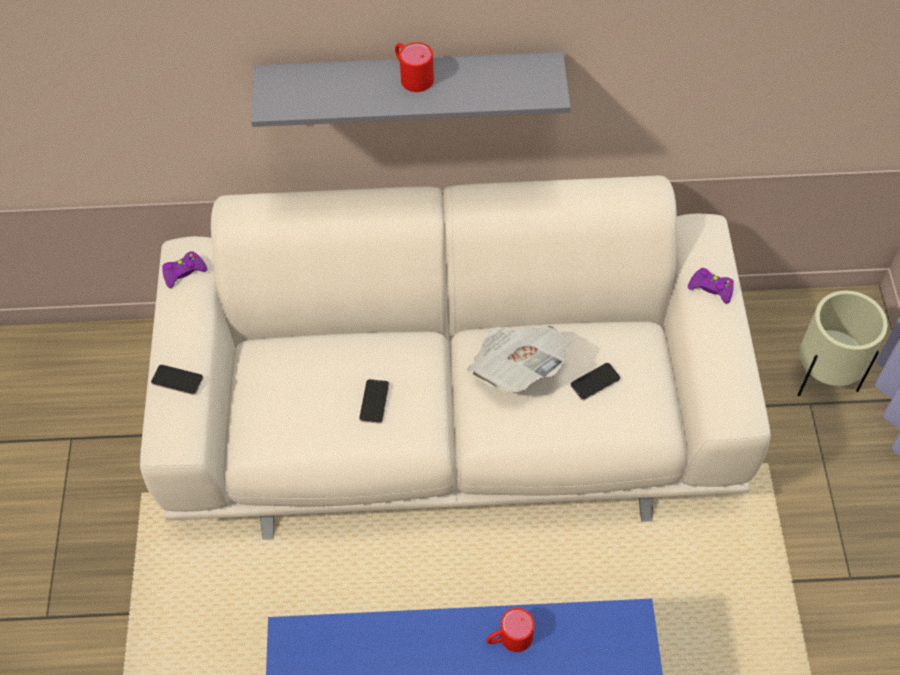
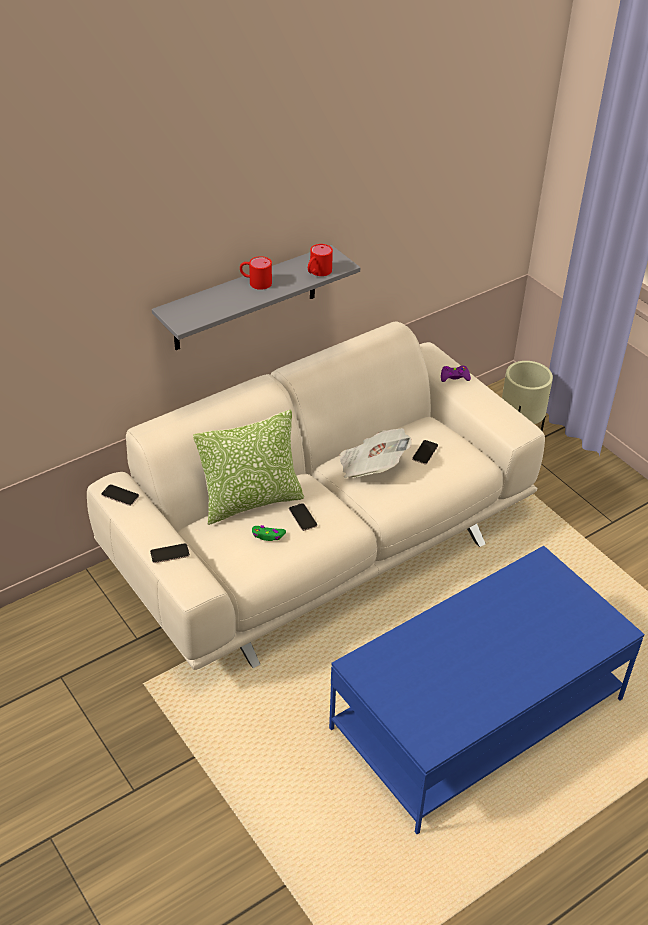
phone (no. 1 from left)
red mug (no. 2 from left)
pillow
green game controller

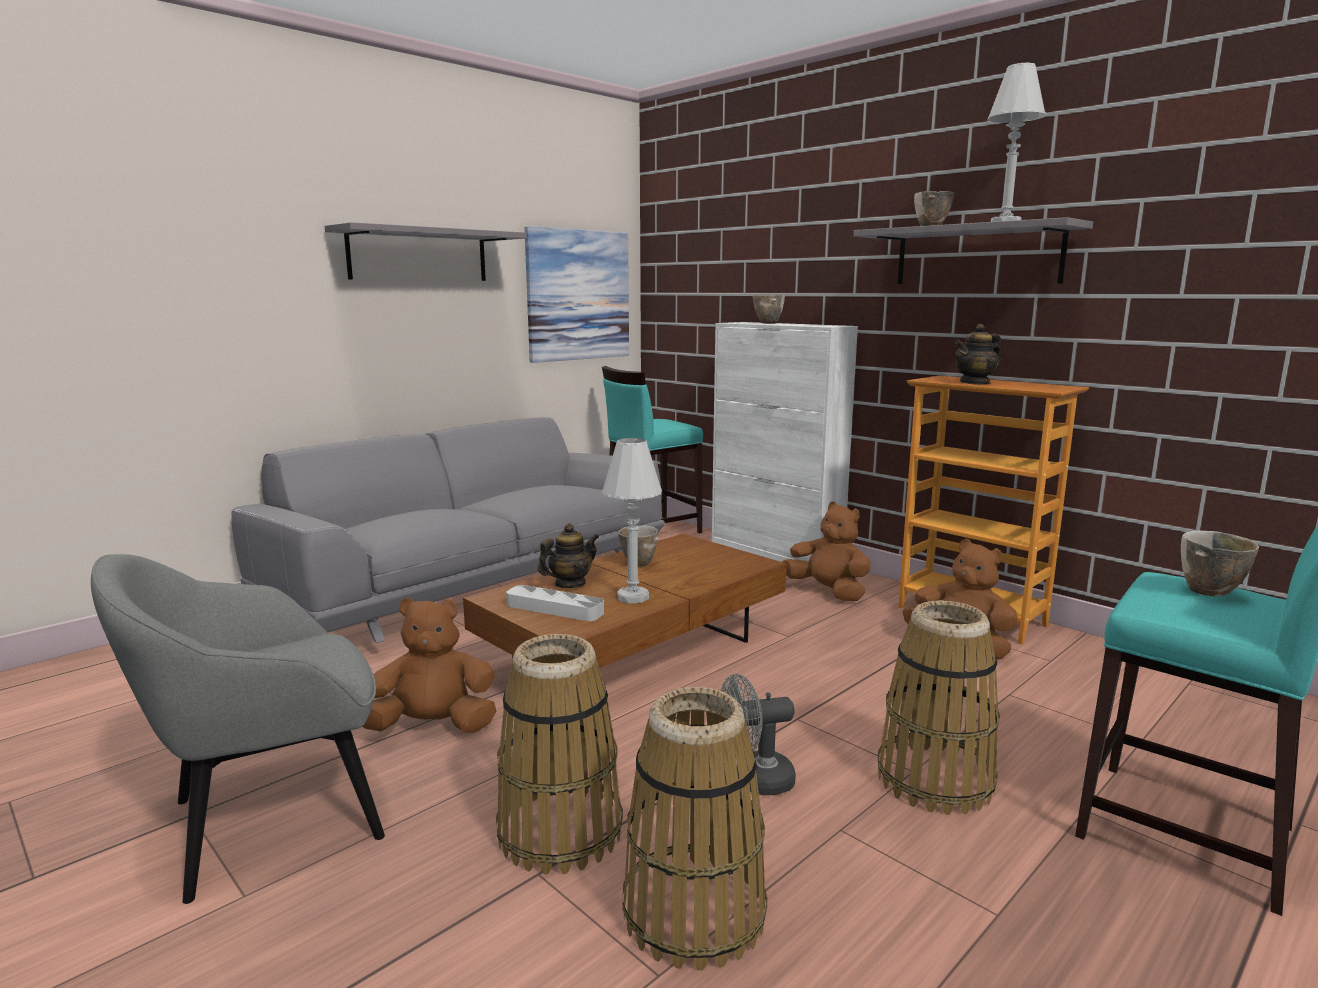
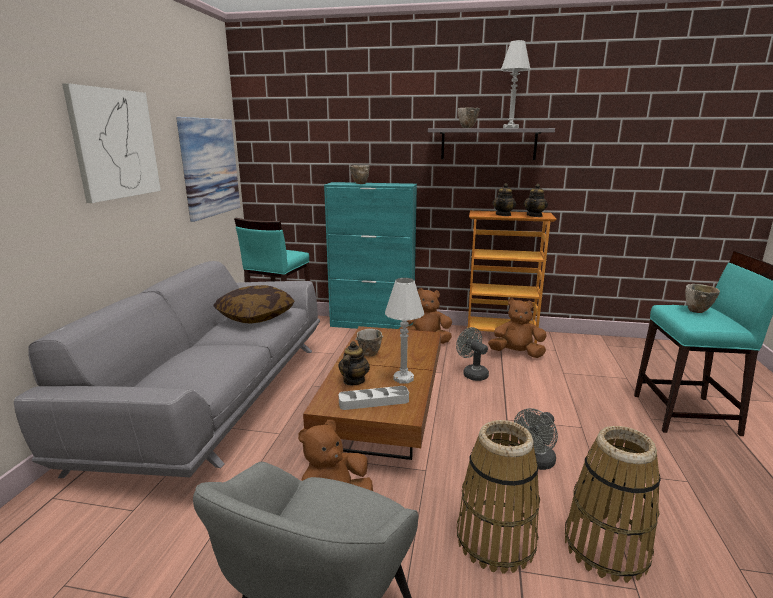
picture (no. 1 from left)
turquoise cabinet
basket (no. 3 from left in the first image)
pillow
grey fan (no. 1 from left)
teapot (no. 3 from left)

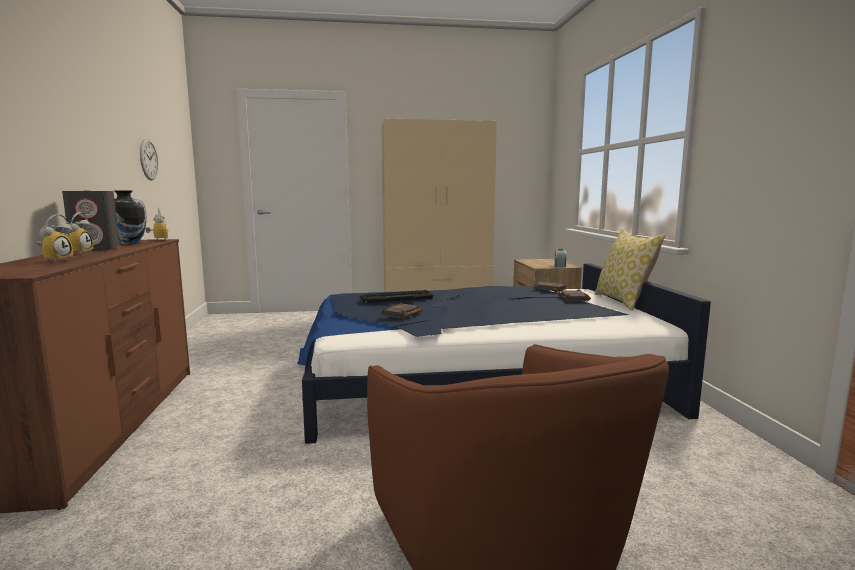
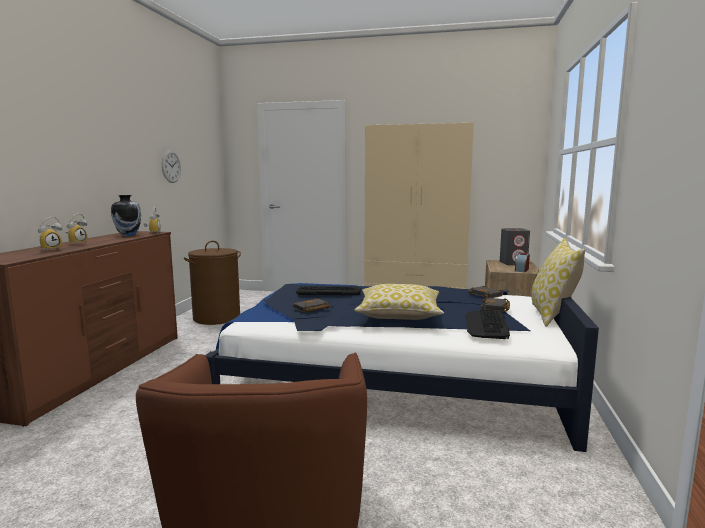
grey speaker
brown laundry basket
pillow (no. 1 from left)
keyboard (no. 2 from left)

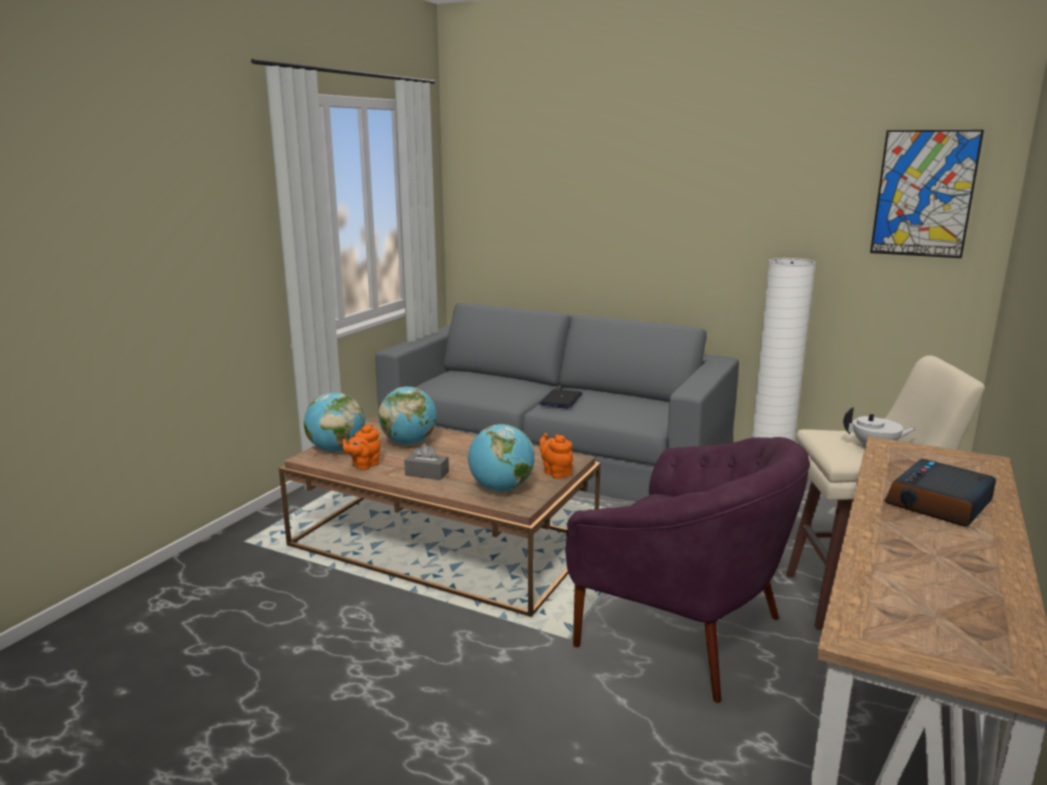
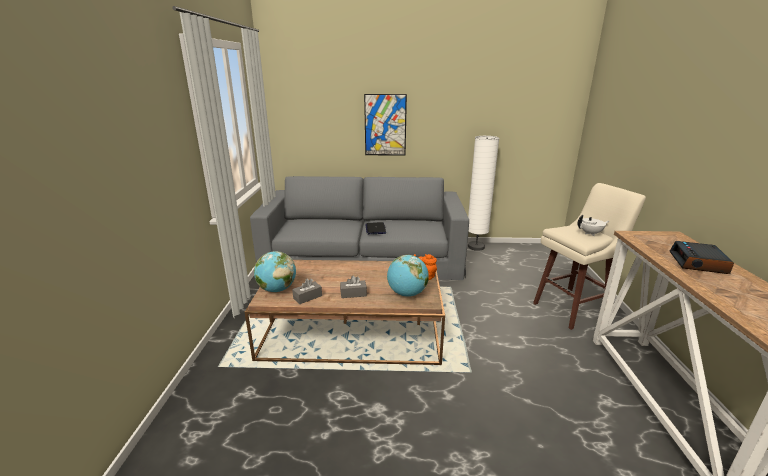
grey tissue box (no. 1 from left)
globe (no. 2 from left in the first image)
purple armchair
picture

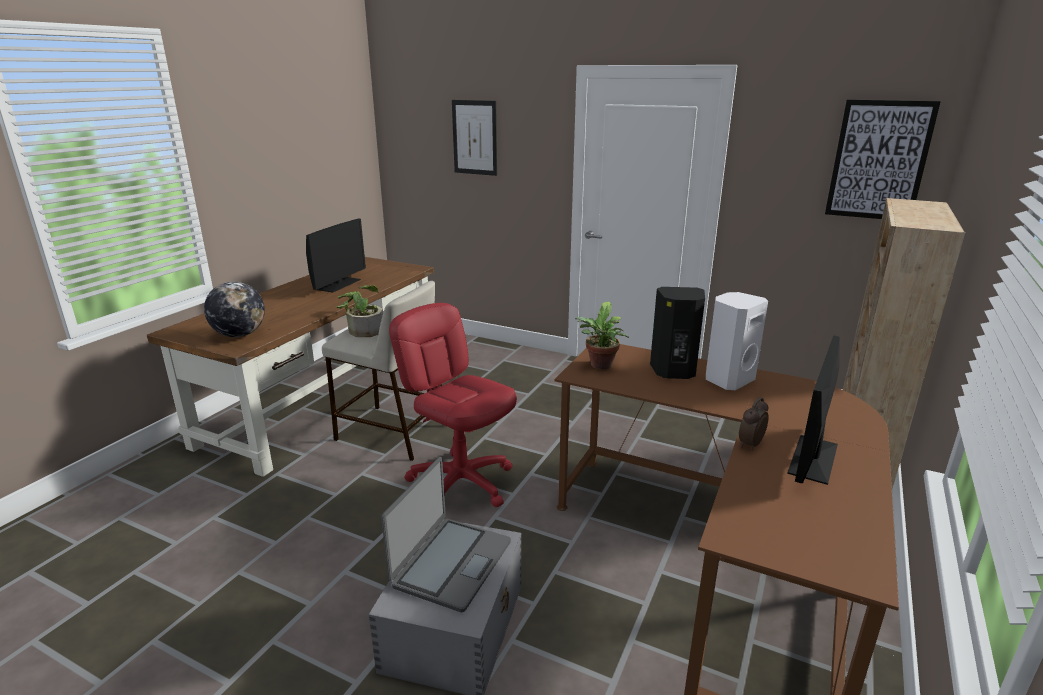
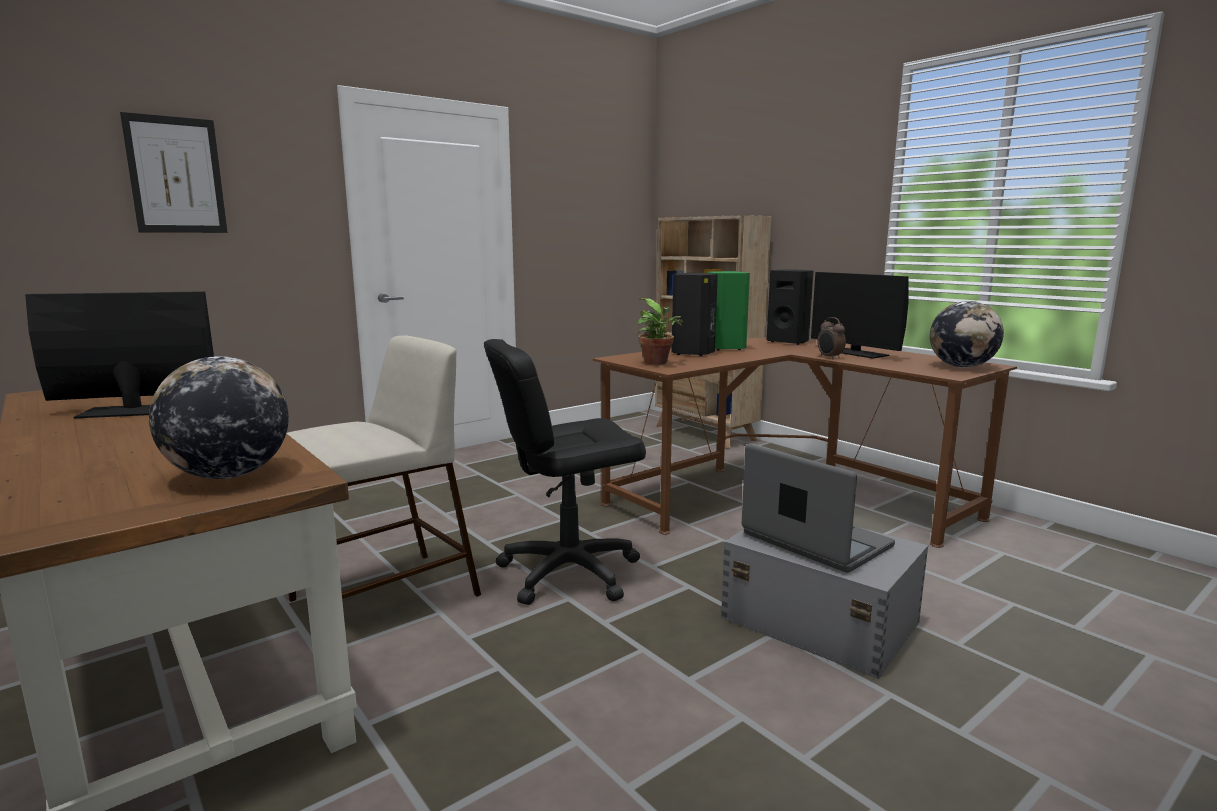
monitor (no. 1 from left)
potted plant (no. 1 from left in the first image)
black office chair
green speaker
picture (no. 2 from left in the first image)
black speaker (no. 2 from left)
globe (no. 2 from left)

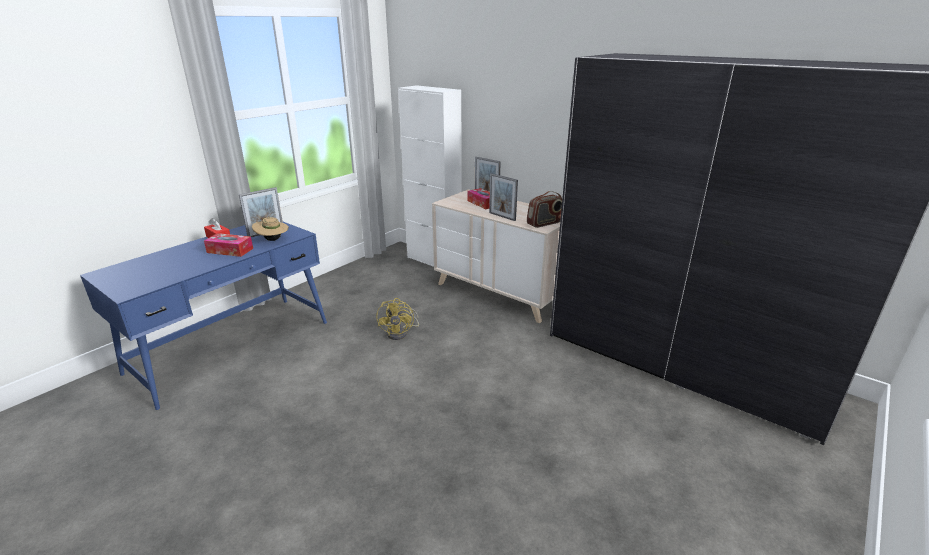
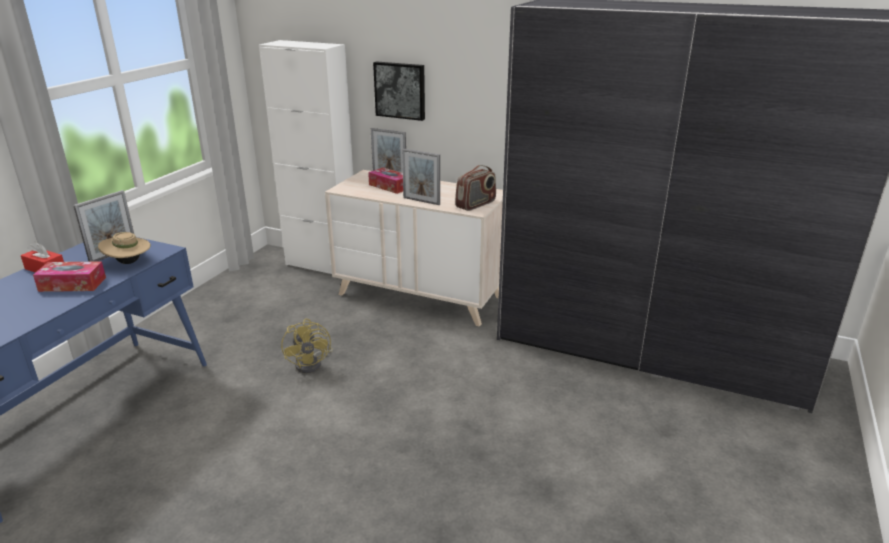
picture

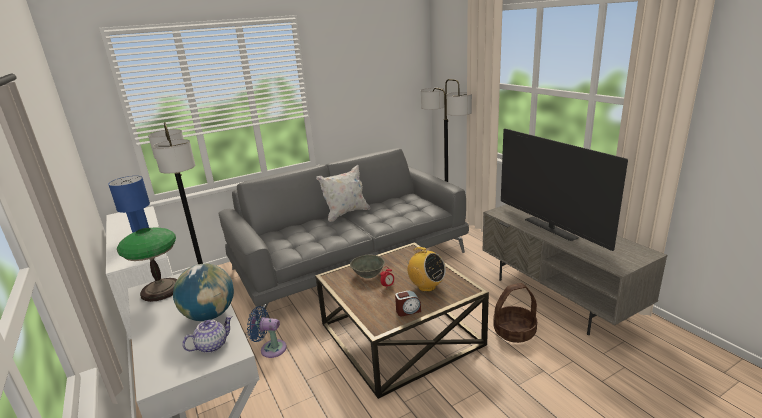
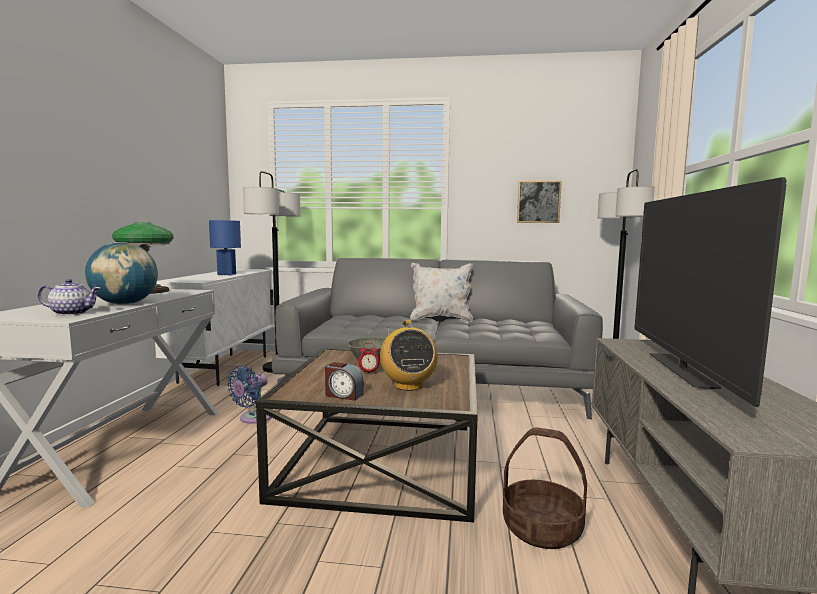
blue fan
picture

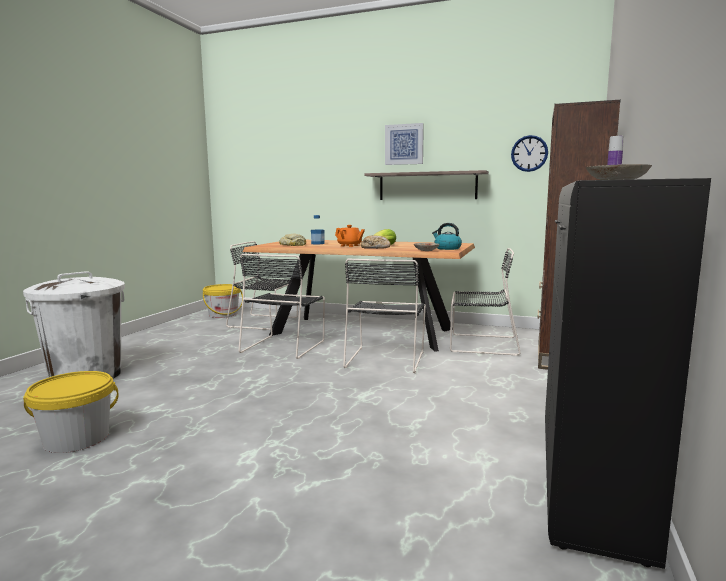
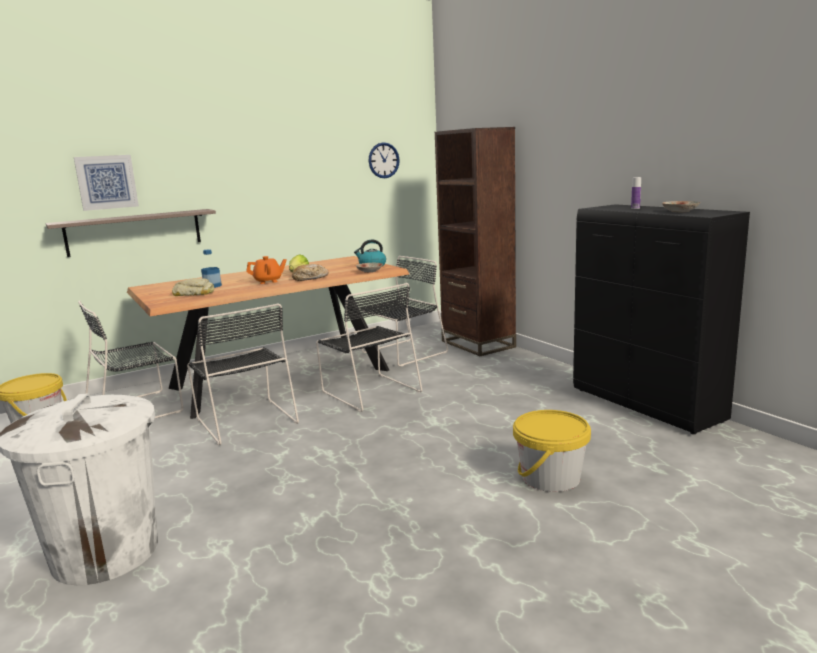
yellow bucket (no. 2 from left)
shelf
picture

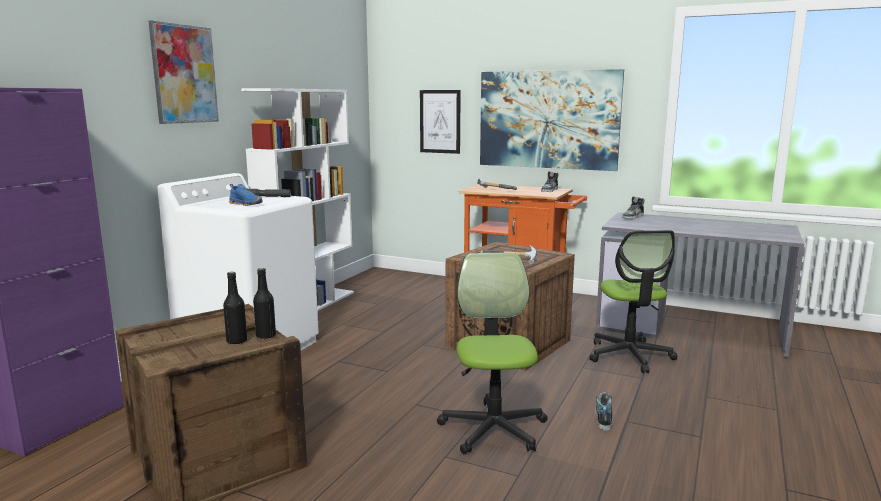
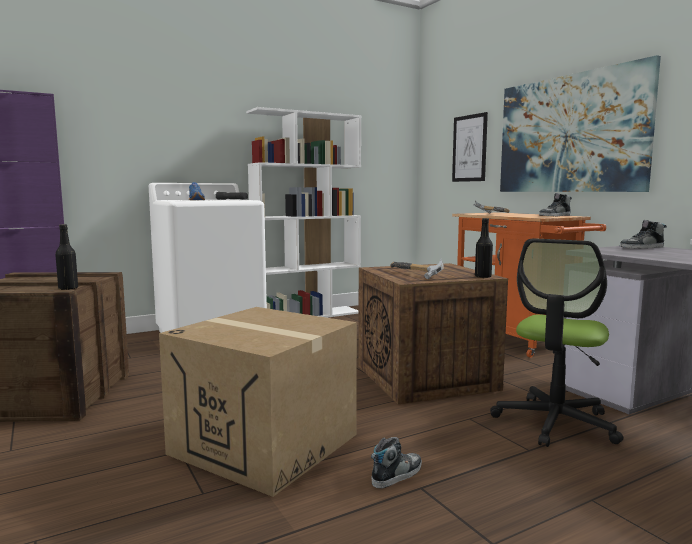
picture (no. 1 from left in the first image)
black bottle (no. 2 from left)
cardboard box

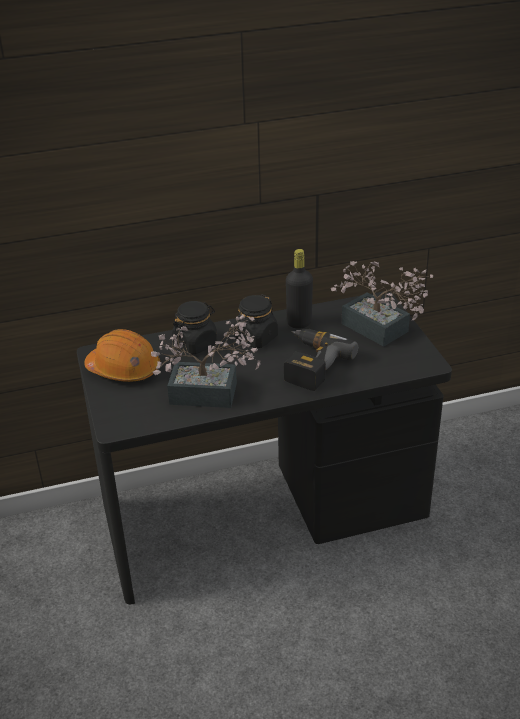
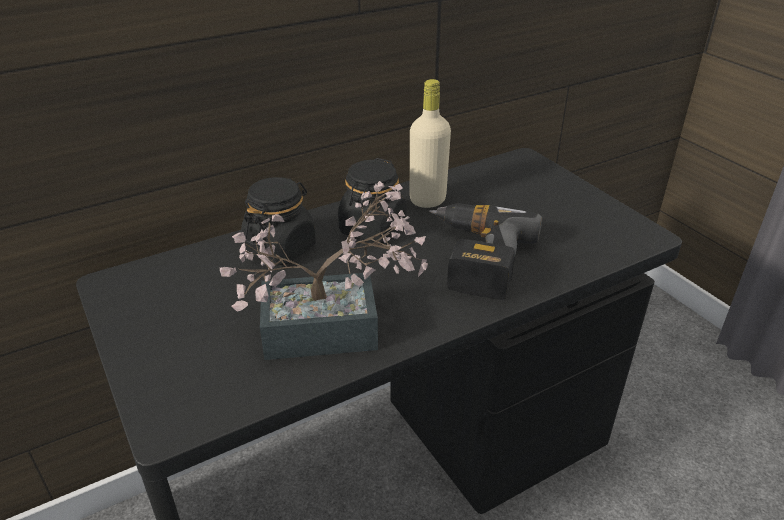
orange hard hat
beige bottle
potted plant (no. 2 from left in the first image)

